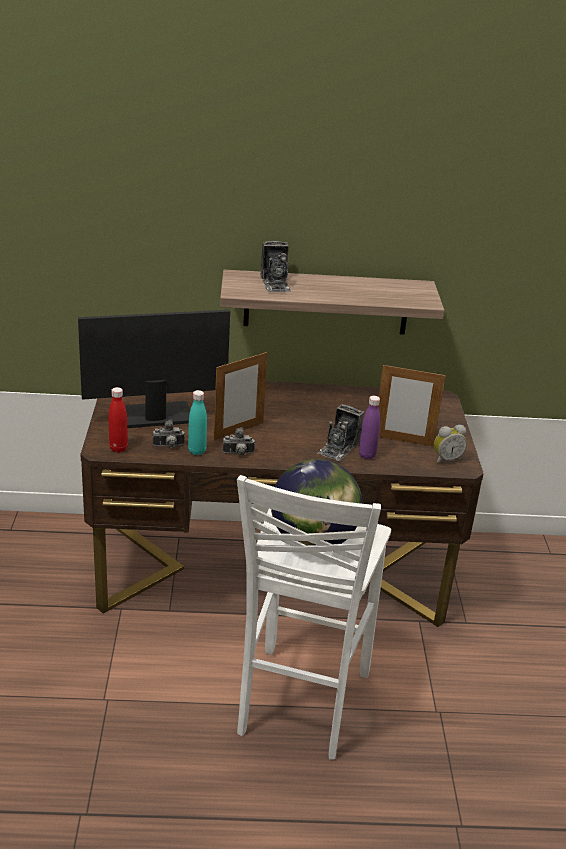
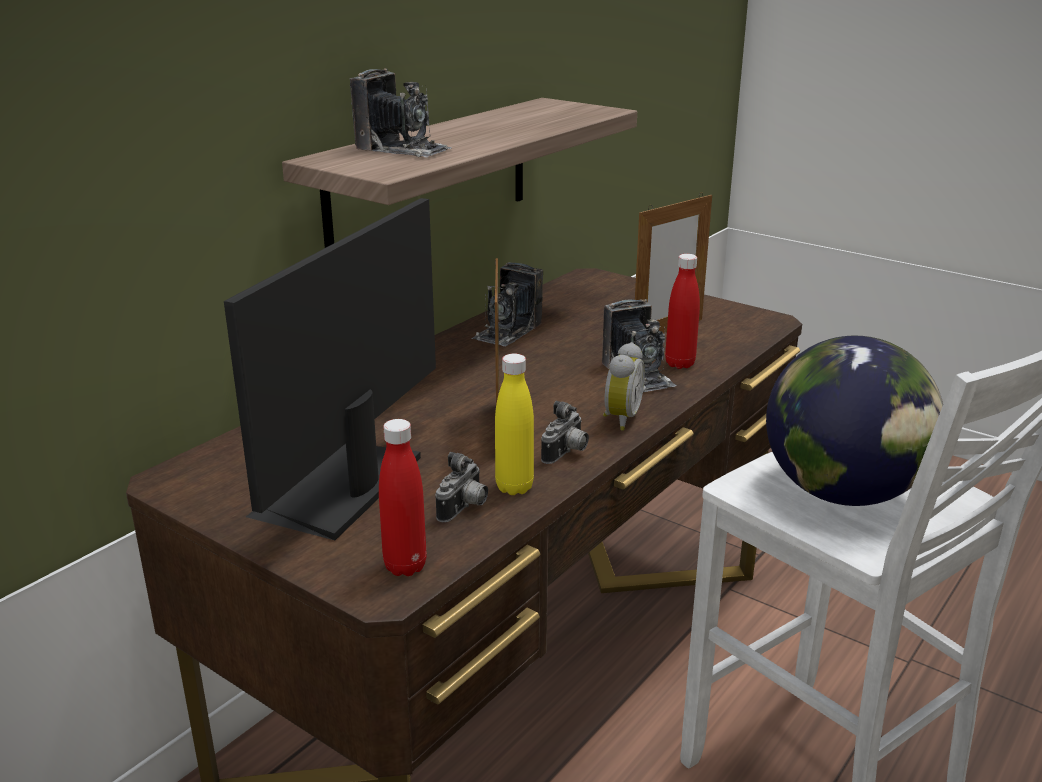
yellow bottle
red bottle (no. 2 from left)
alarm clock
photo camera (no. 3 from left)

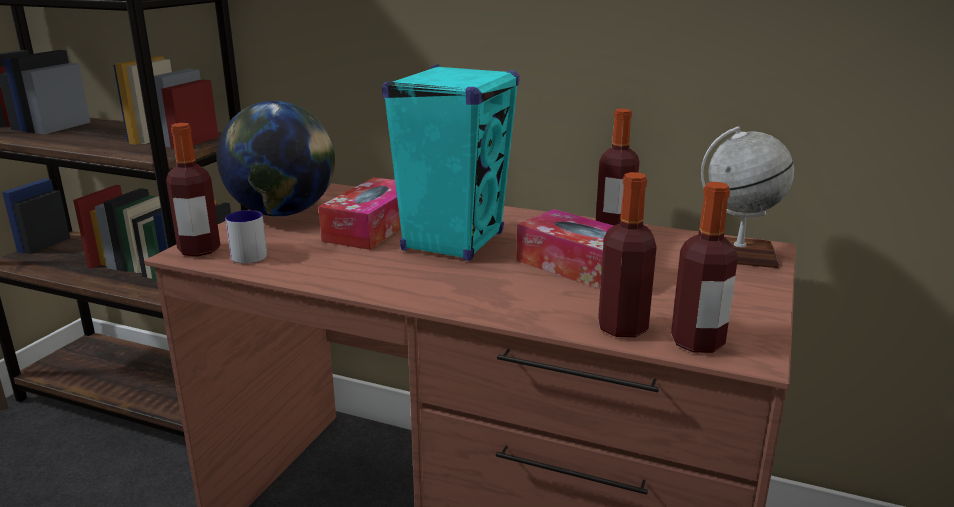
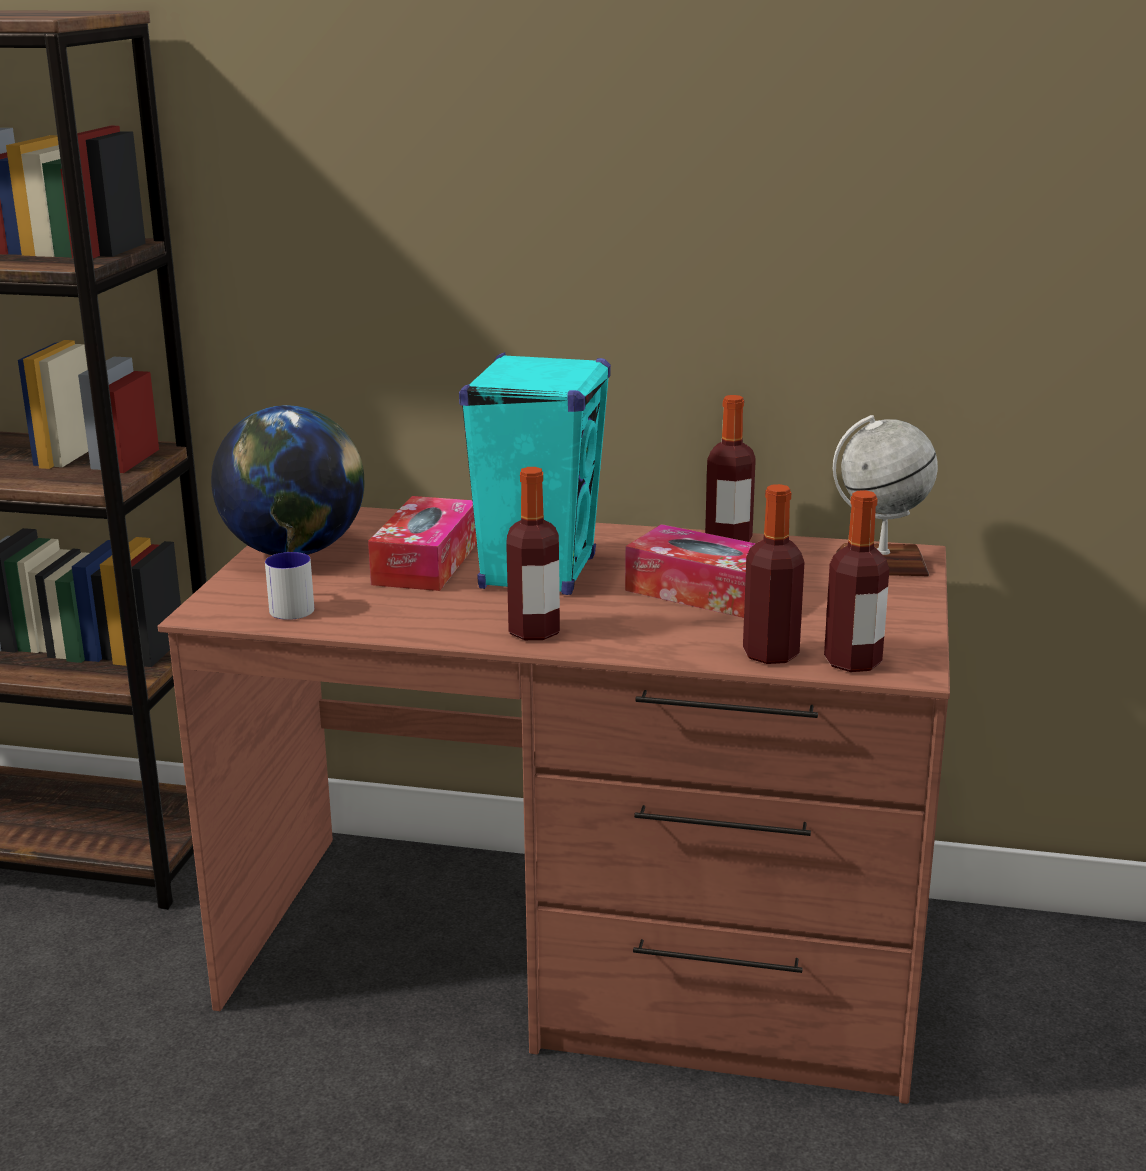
bottle (no. 1 from left)

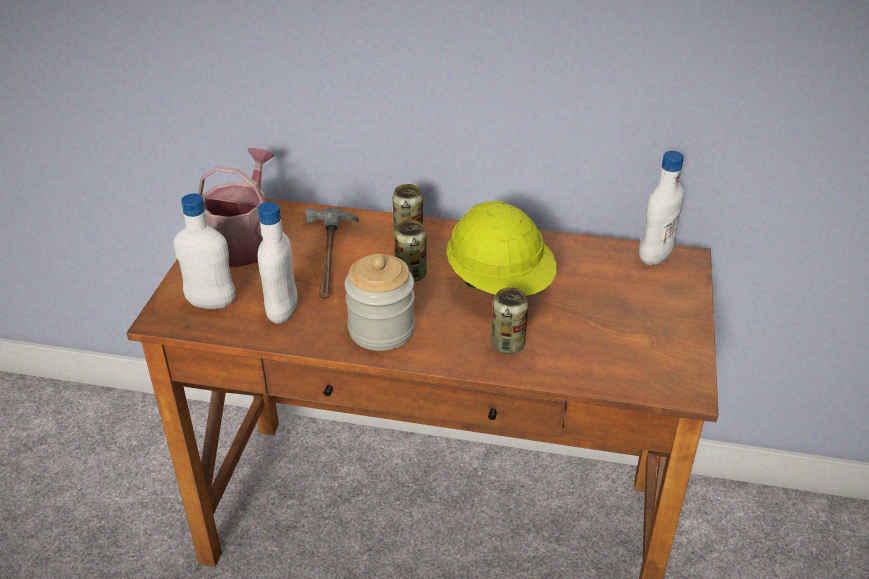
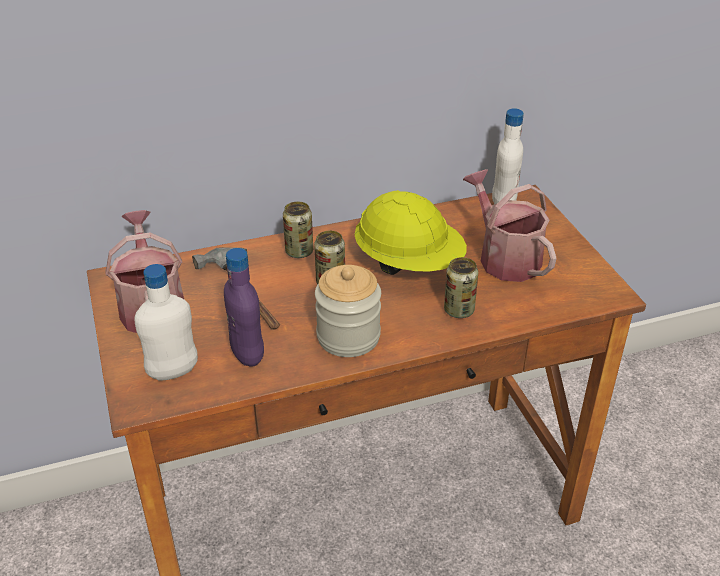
purple bottle
watering can (no. 2 from left)

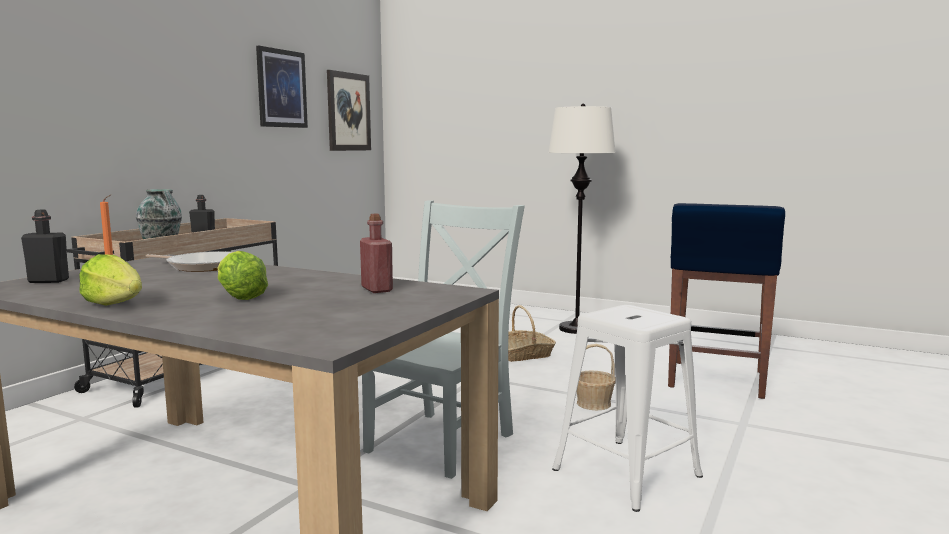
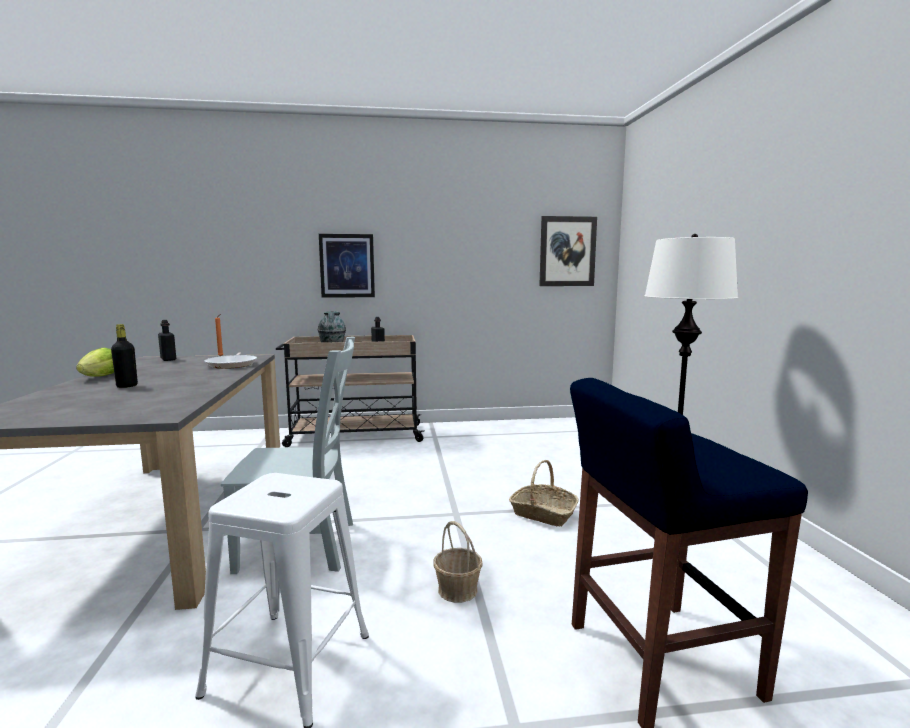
black bottle (no. 1 from left)
picture (no. 1 from left)
red bottle

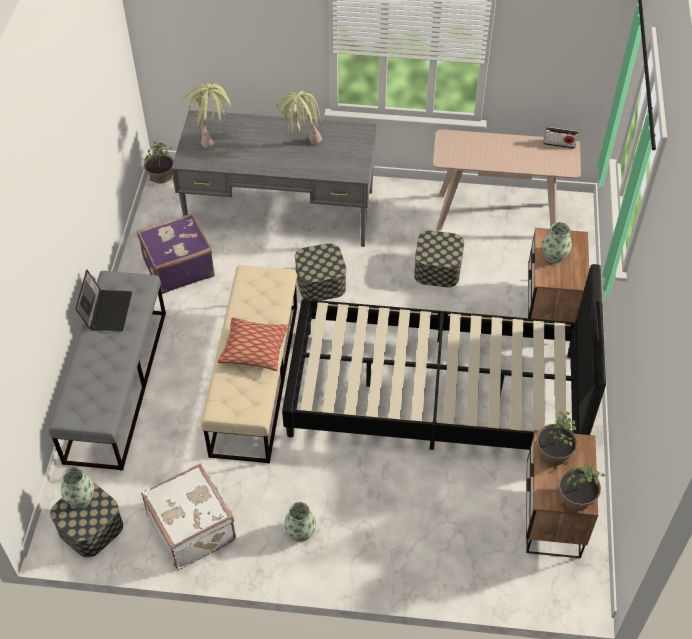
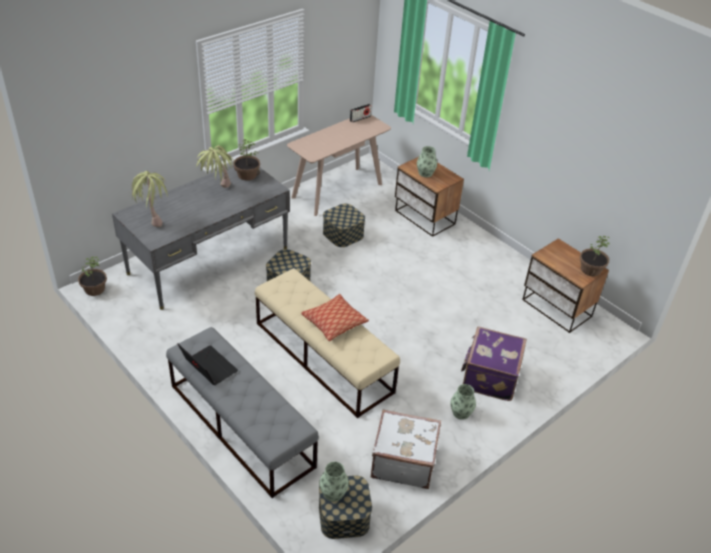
purple suitcase
black bed
potted plant (no. 4 from left)

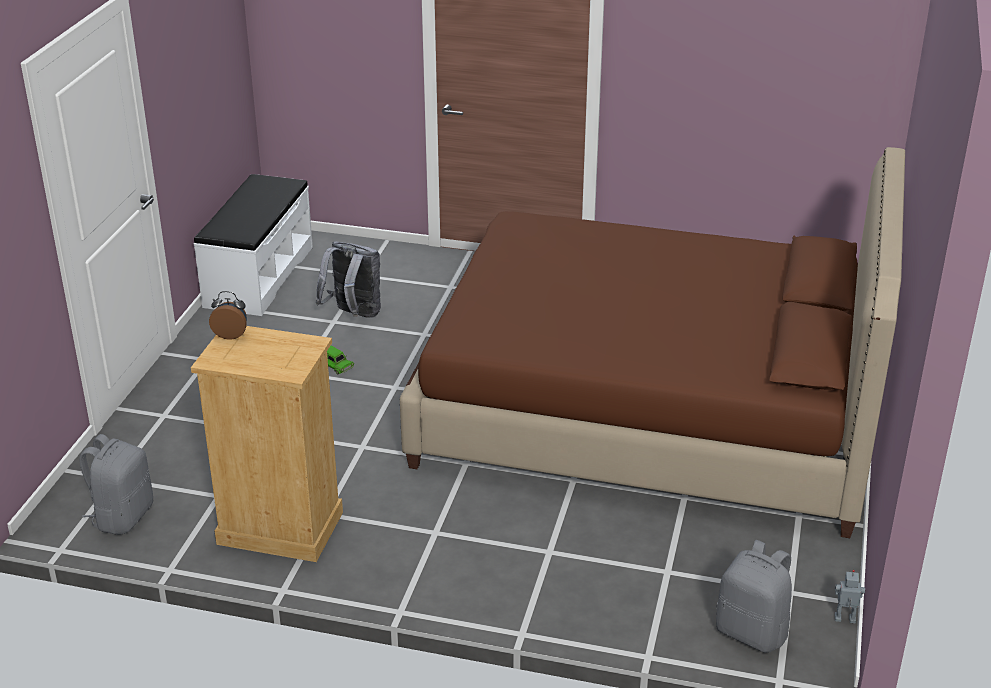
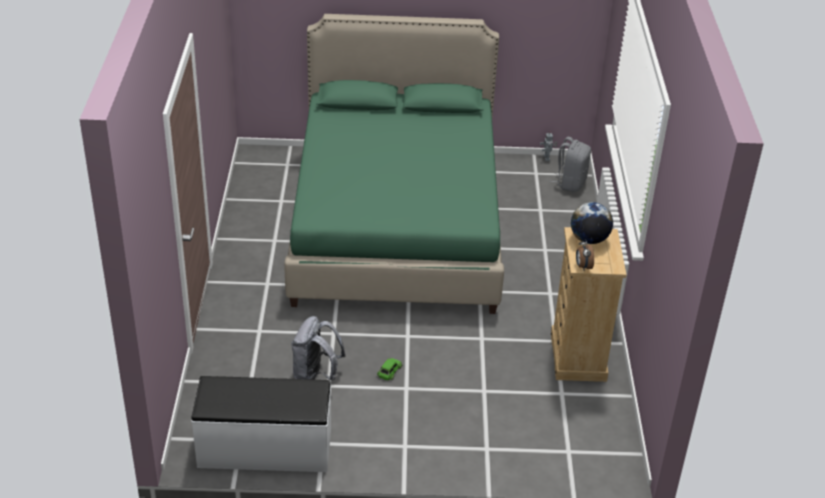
grey backpack (no. 1 from left in the first image)
green bed
globe

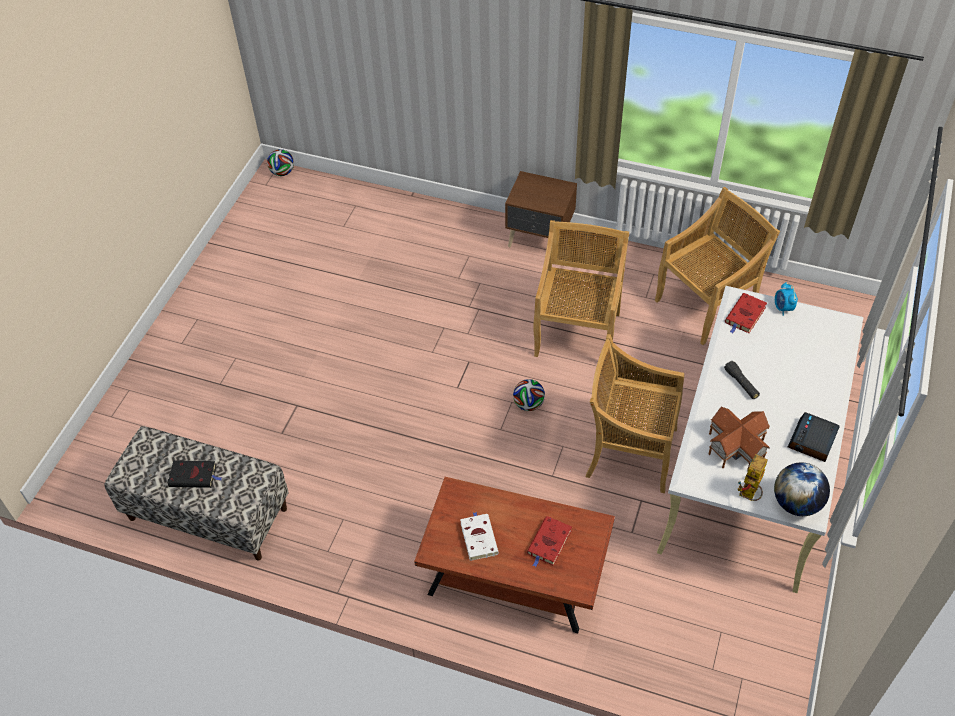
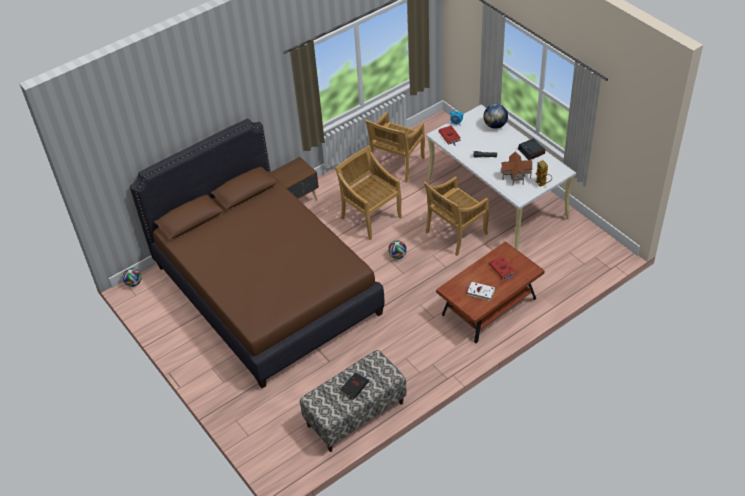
beige chair (no. 2 from left)
globe
brown bed

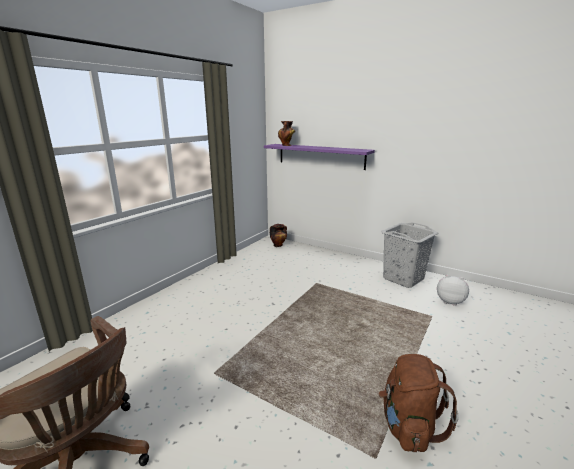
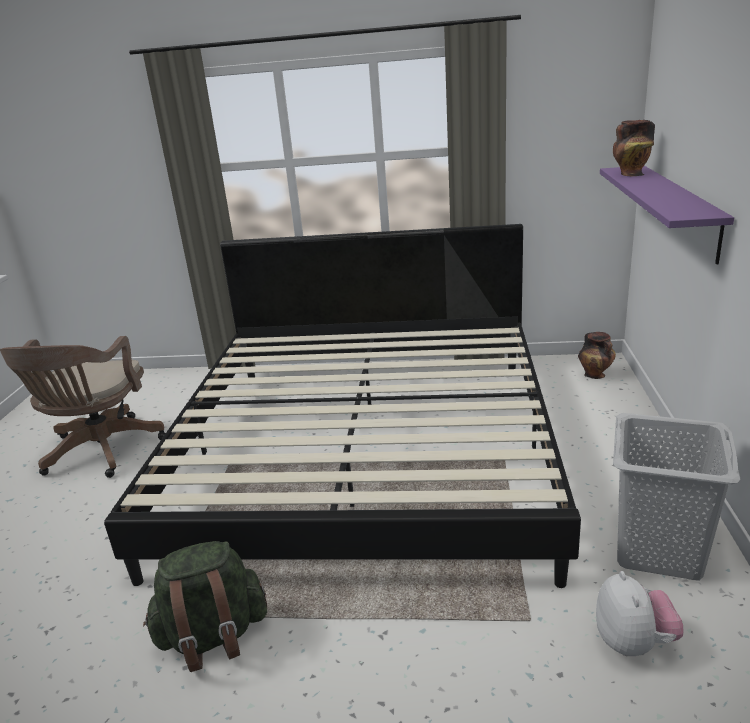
green backpack
bed

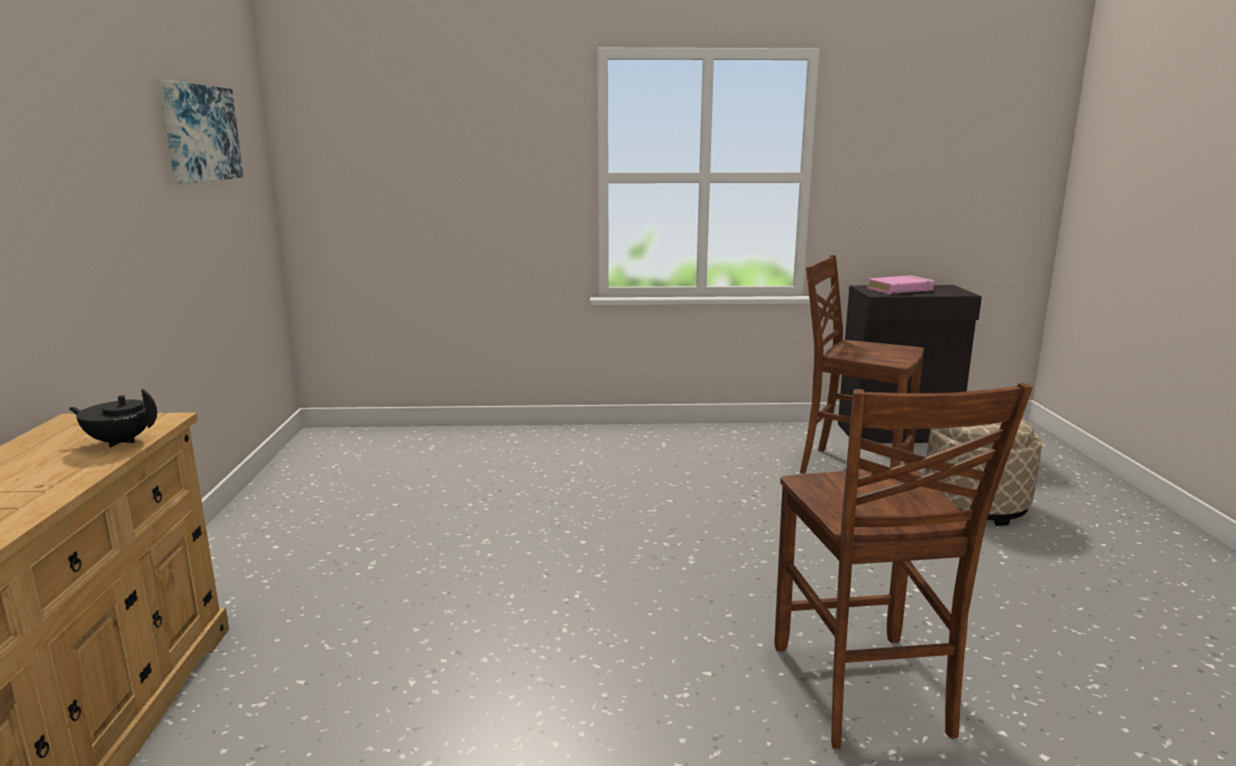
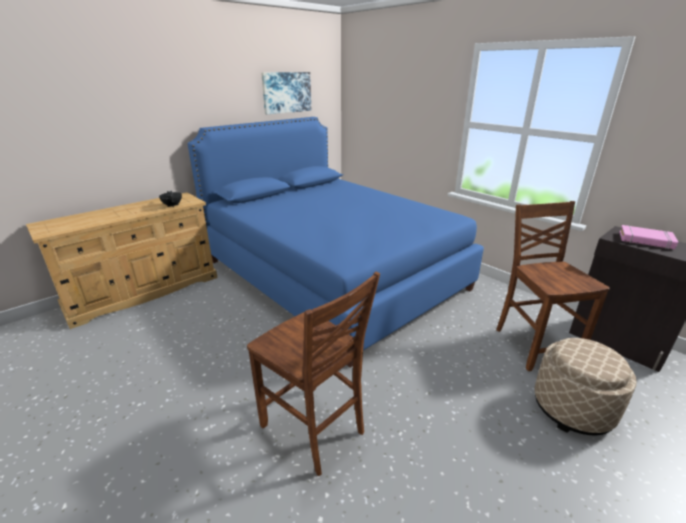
brown chair (no. 1 from left)
blue bed

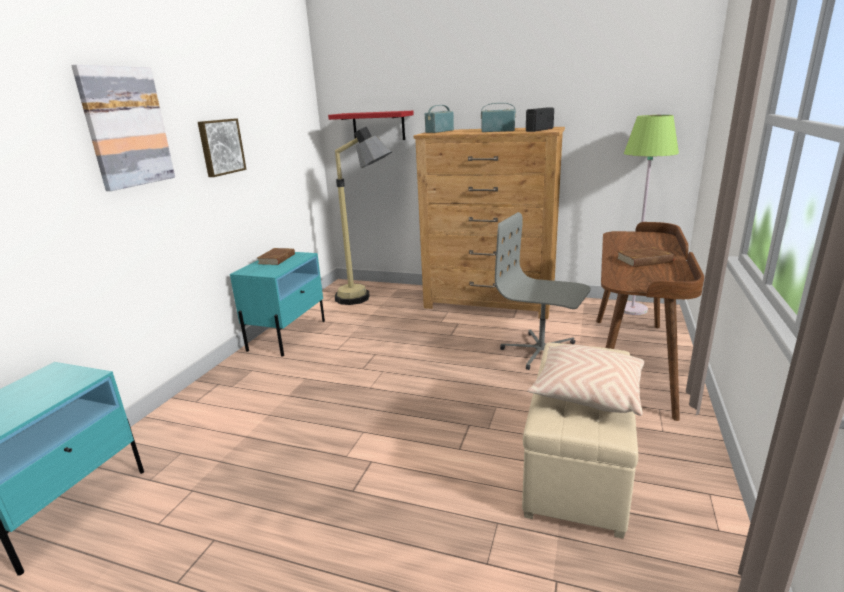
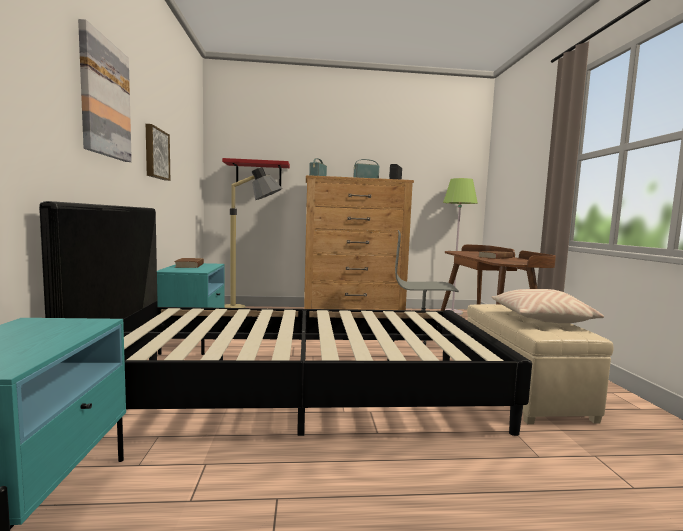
black bed

